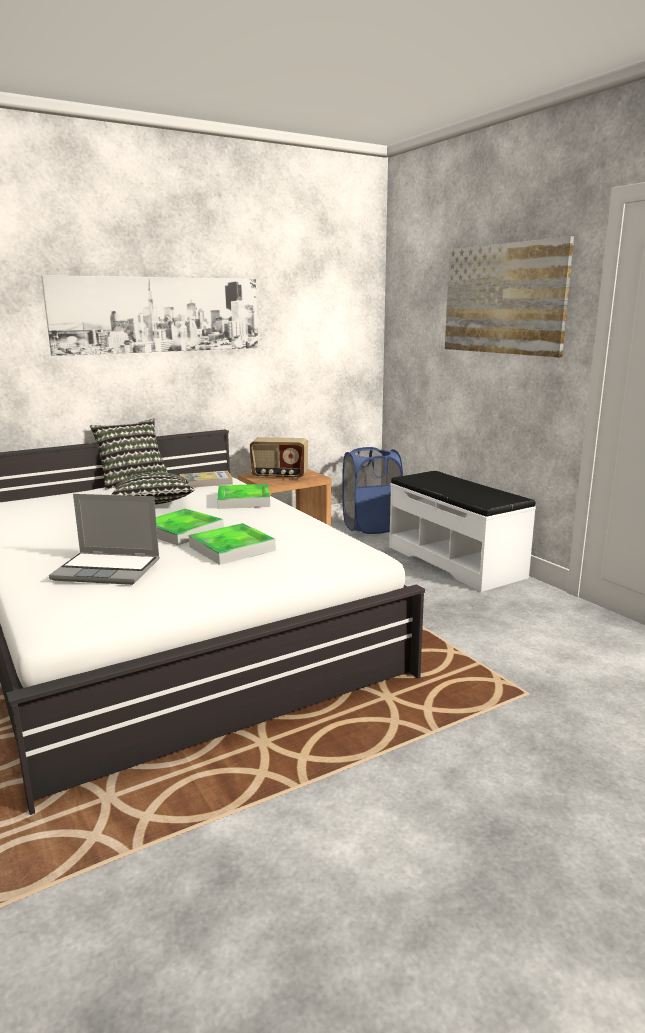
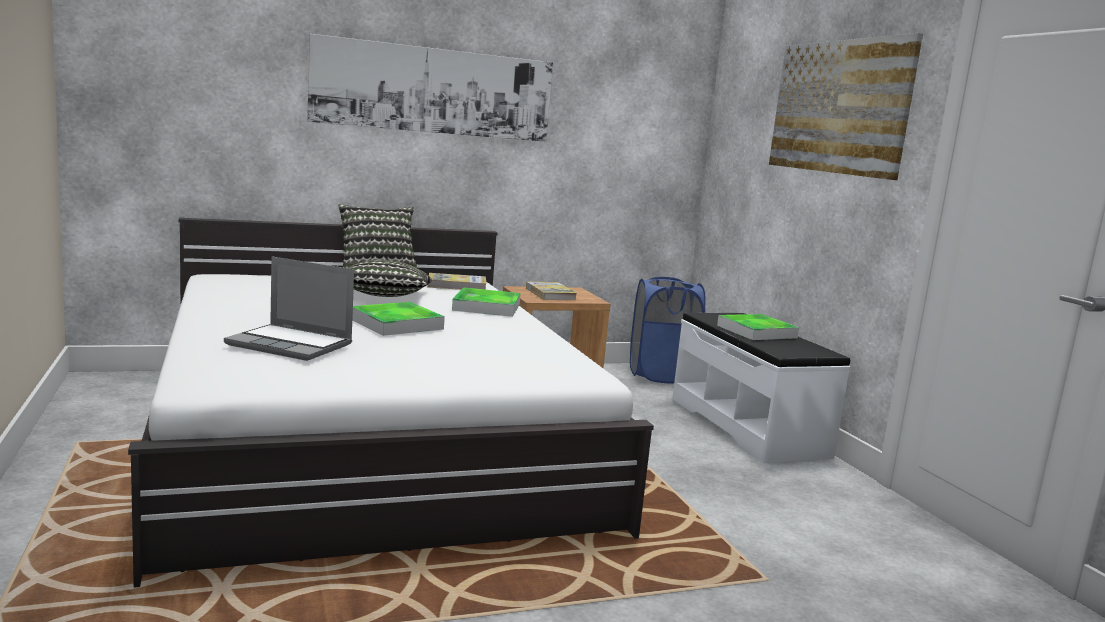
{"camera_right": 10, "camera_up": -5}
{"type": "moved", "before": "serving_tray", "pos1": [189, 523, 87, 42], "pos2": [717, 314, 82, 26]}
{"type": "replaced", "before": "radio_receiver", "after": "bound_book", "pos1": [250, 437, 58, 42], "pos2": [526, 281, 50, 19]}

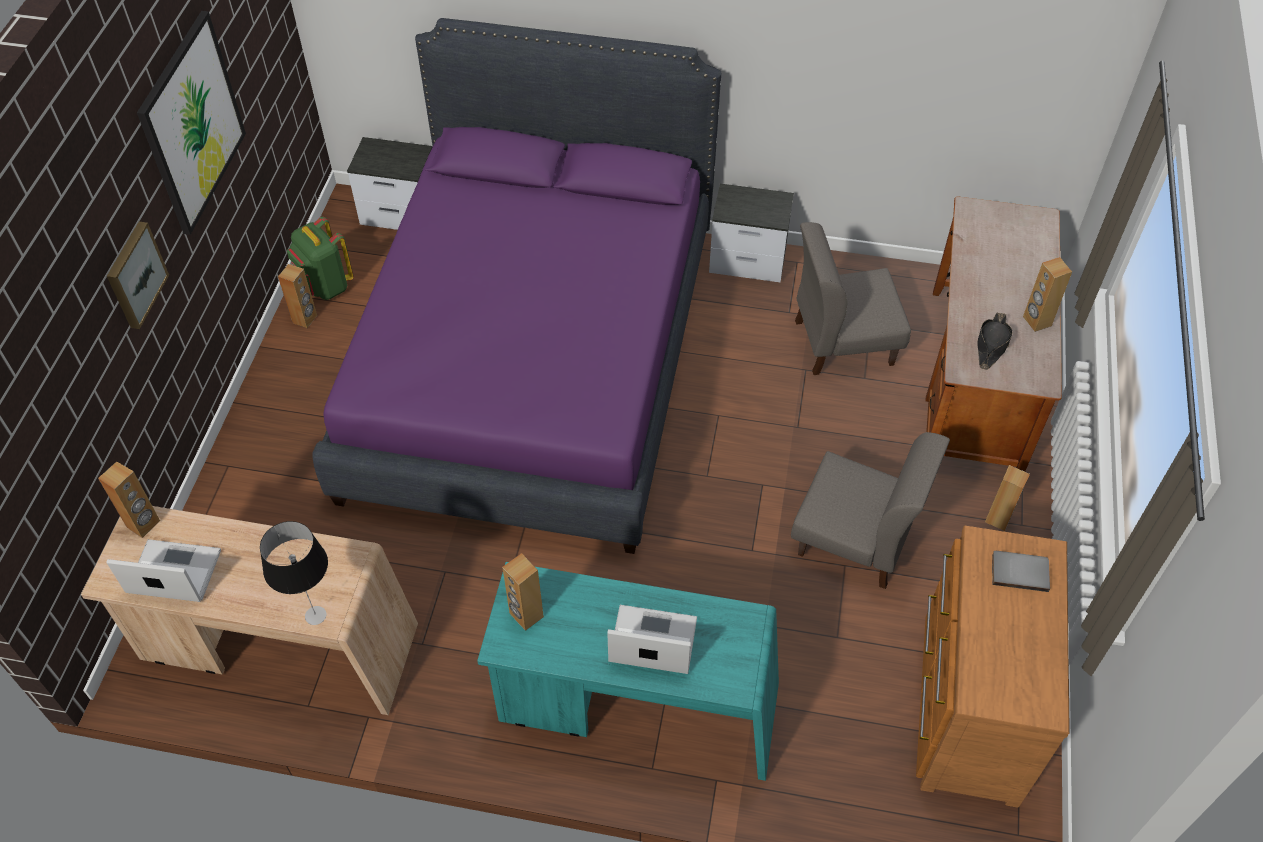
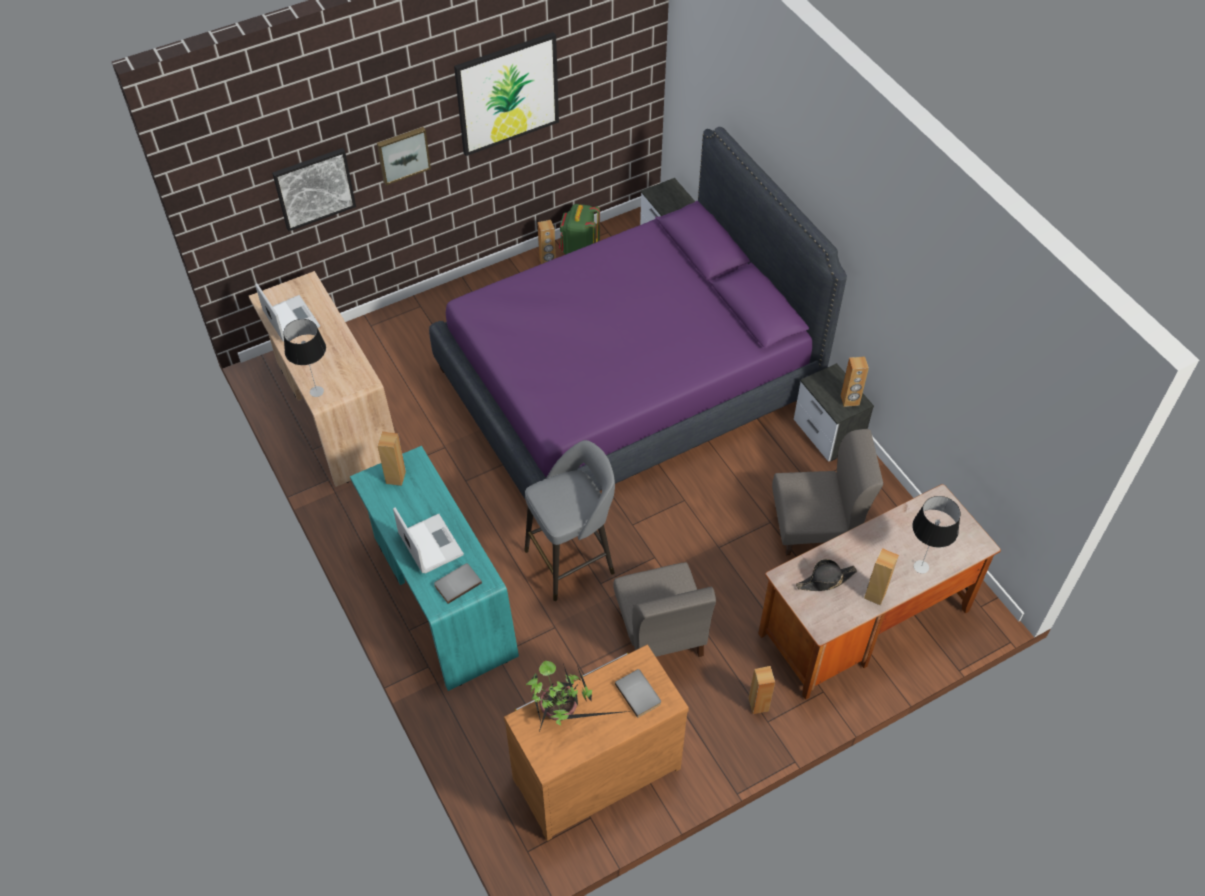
{"camera_right": 50, "camera_up": 0}
{"type": "moved", "before": "brownish_speaker", "pos1": [98, 461, 62, 77], "pos2": [841, 356, 28, 51]}
{"type": "turned", "before": "gray_plain_chair", "pos1": [795, 222, 116, 153], "pos2": [772, 429, 111, 126], "turn": 135}
{"type": "added", "after": "wall_picture", "pos2": [272, 148, 84, 83]}
{"type": "added", "after": "gray_bound_book", "pos2": [434, 563, 48, 41]}
{"type": "added", "after": "gray_stool", "pos2": [524, 440, 91, 161]}
{"type": "added", "after": "plant_in_a_pot", "pos2": [526, 661, 105, 70]}
{"type": "added", "after": "table_lamp", "pos2": [912, 496, 49, 78]}

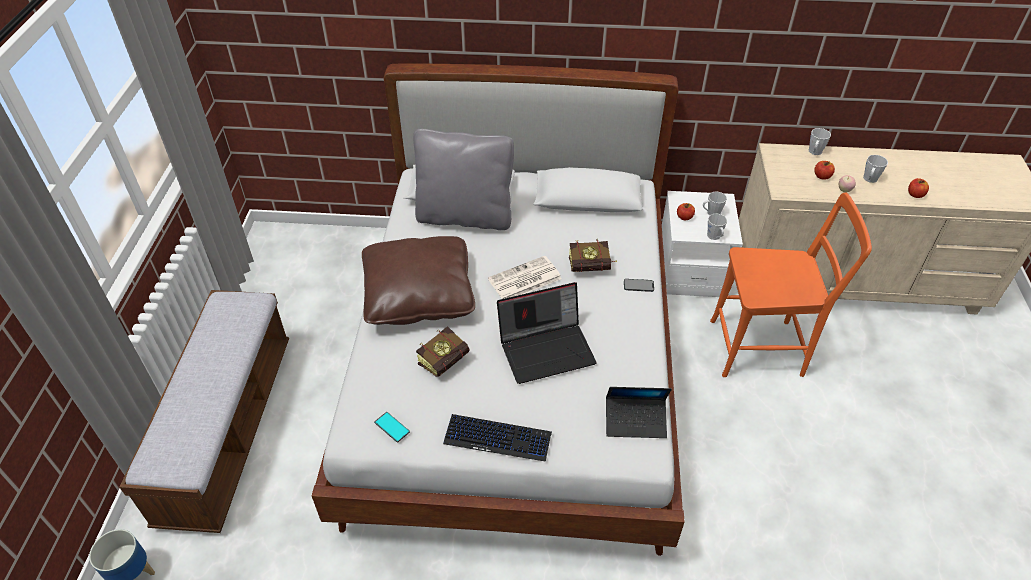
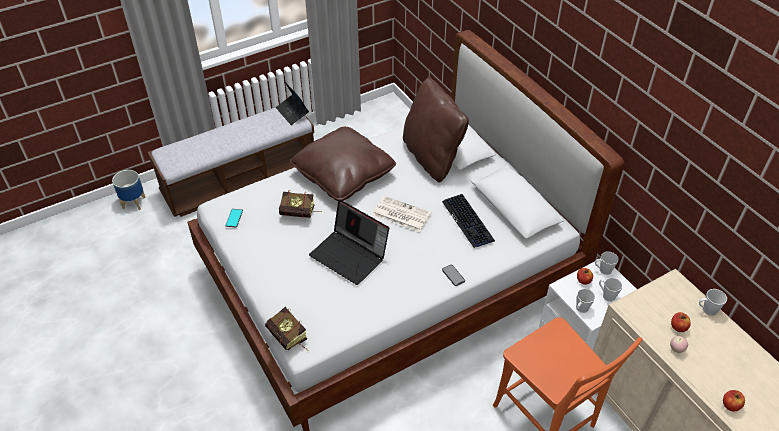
{"camera_right": 55, "camera_up": 0}
{"type": "recoloured", "before": "gray_pillow", "after": "brownish_pillow", "pos1": [413, 129, 101, 101], "pos2": [403, 77, 66, 106]}
{"type": "moved", "before": "keyboard", "pos1": [443, 414, 109, 48], "pos2": [442, 194, 53, 54]}
{"type": "moved", "before": "bound_book", "pos1": [569, 239, 48, 33], "pos2": [265, 307, 44, 44]}
{"type": "moved", "before": "laptop", "pos1": [606, 387, 66, 51], "pos2": [276, 81, 33, 44]}
{"type": "moved", "before": "gray_tea_mug", "pos1": [863, 155, 25, 28], "pos2": [595, 251, 23, 24]}

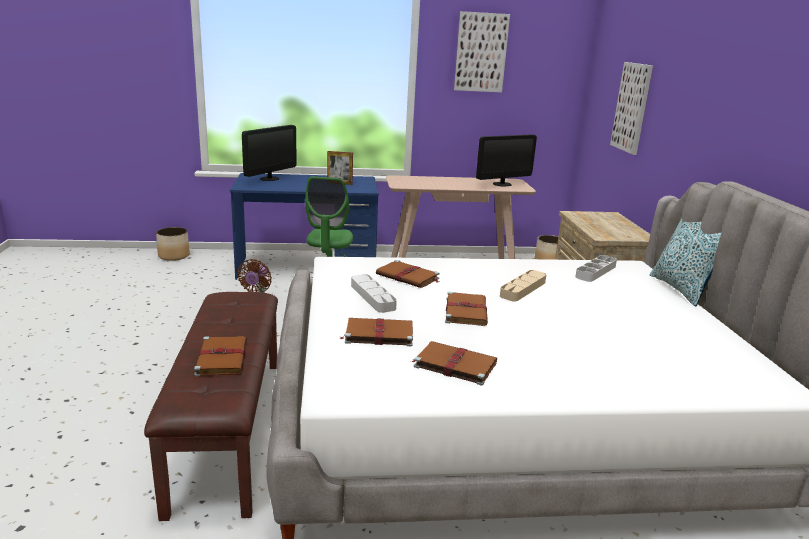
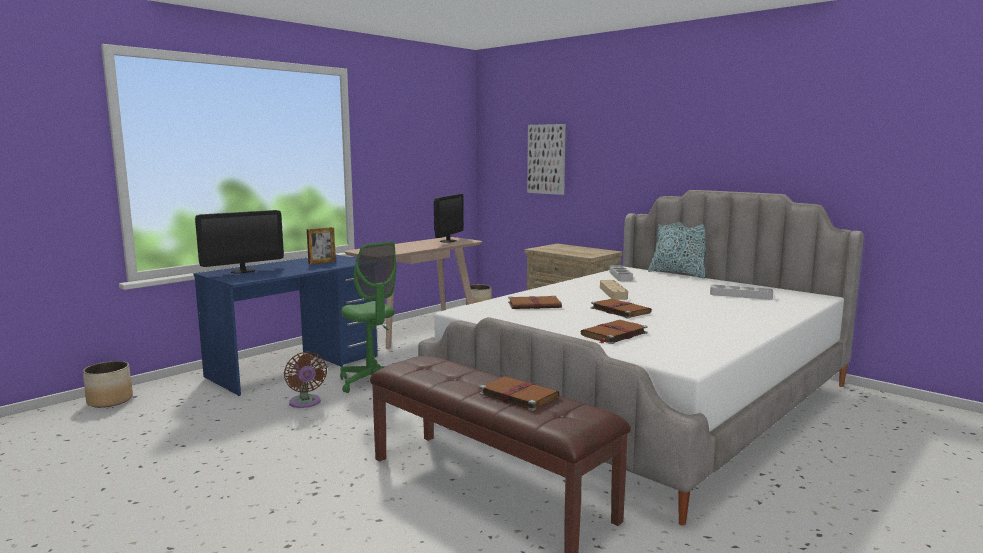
{"camera_right": -40, "camera_up": -10}
{"type": "turned", "before": "computer_screen", "pos1": [242, 125, 55, 56], "pos2": [195, 210, 89, 63], "turn": 60}
{"type": "moved", "before": "gray_serving_tray", "pos1": [351, 274, 46, 39], "pos2": [710, 285, 63, 15]}
{"type": "removed", "before": "brownish_bound_book", "pos1": [411, 341, 86, 45]}
{"type": "removed", "before": "wall_picture", "pos1": [454, 11, 56, 81]}

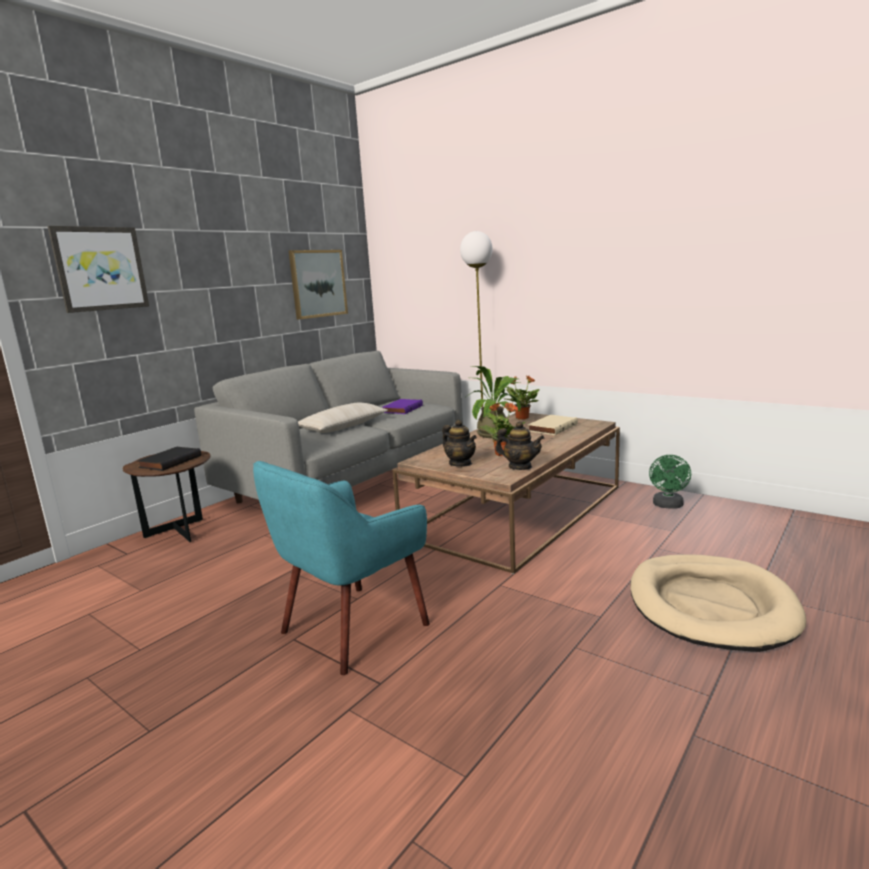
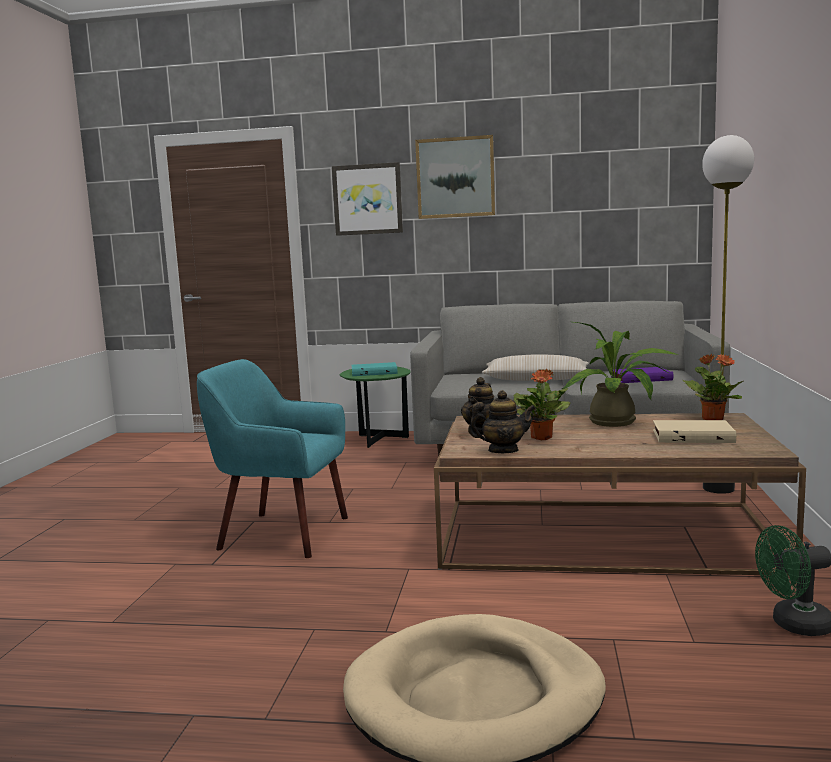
{"camera_right": 60, "camera_up": -5}
{"type": "recoloured", "before": "brownish_end_table", "after": "greenish_end_table", "pos1": [122, 451, 89, 91], "pos2": [340, 367, 71, 81]}
{"type": "recoloured", "before": "black_bound_book", "after": "blue-green_bound_book", "pos1": [138, 447, 63, 24], "pos2": [352, 362, 45, 14]}
{"type": "moved", "before": "wall_picture", "pos1": [289, 250, 59, 69], "pos2": [415, 135, 80, 84]}
{"type": "turned", "before": "tea_pot", "pos1": [495, 421, 49, 49], "pos2": [468, 390, 68, 63], "turn": -90}

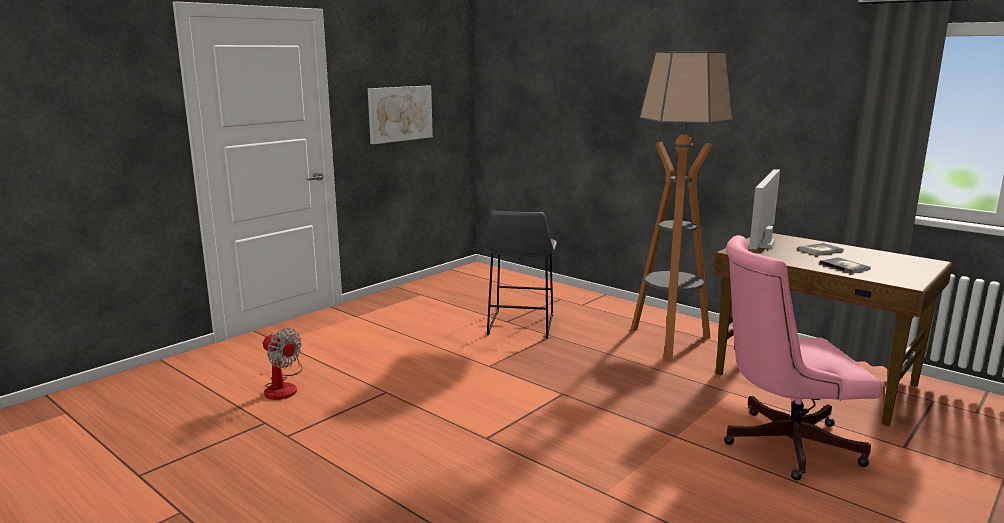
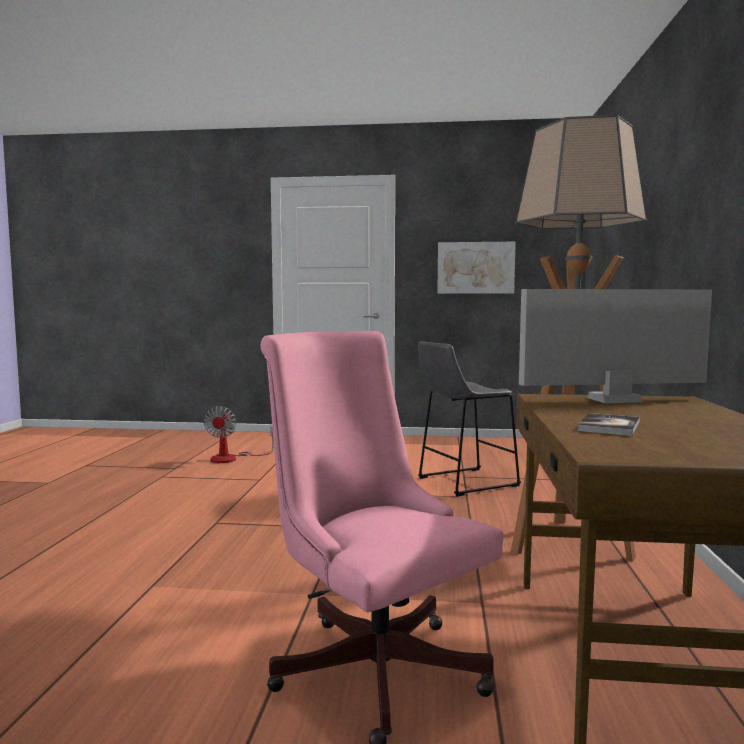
{"camera_right": 55, "camera_up": -10}
{"type": "removed", "before": "bound_book", "pos1": [798, 243, 46, 13]}

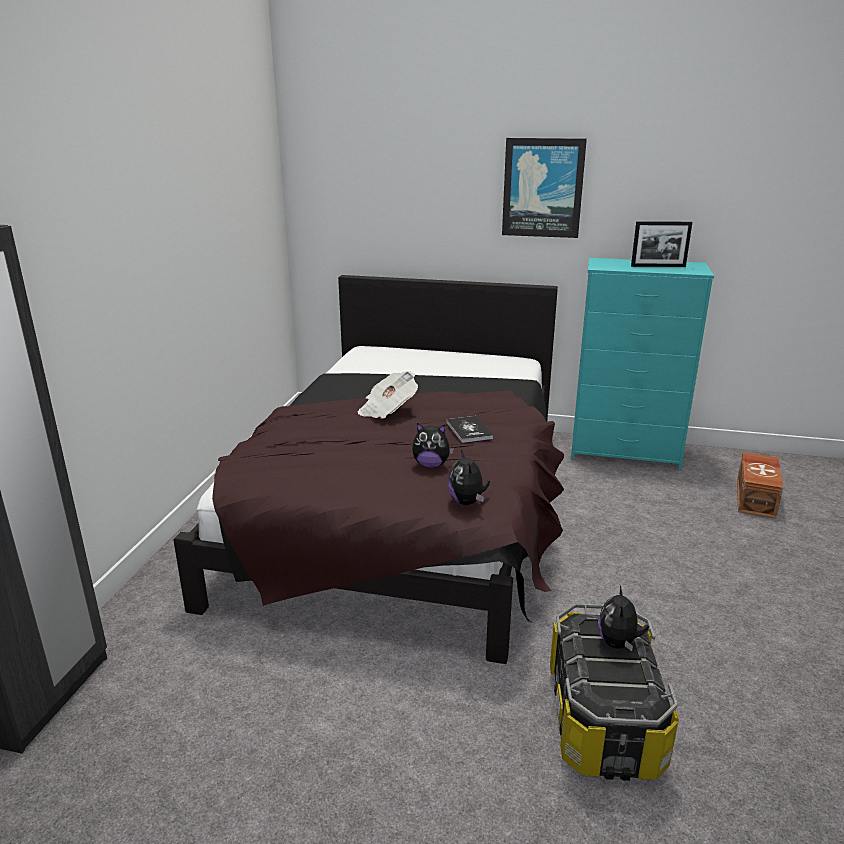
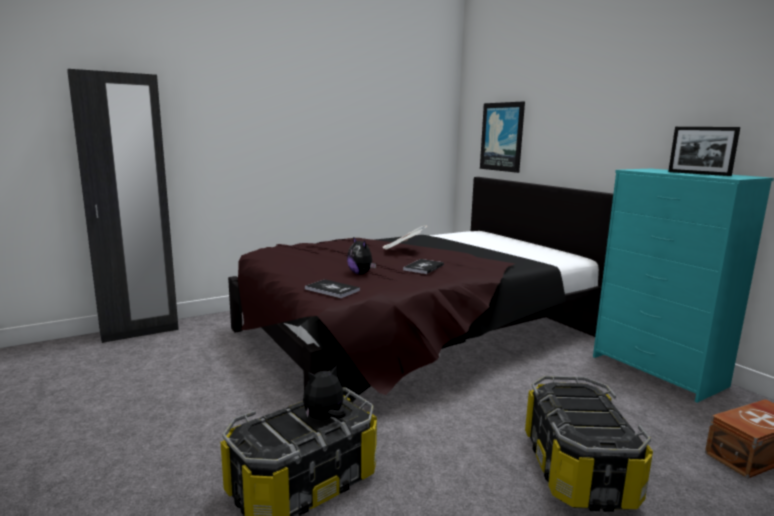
{"camera_right": 45, "camera_up": -10}
{"type": "replaced", "before": "soft_toy", "after": "bound_book", "pos1": [448, 449, 42, 56], "pos2": [305, 279, 55, 19]}
{"type": "moved", "before": "wall_picture", "pos1": [502, 138, 85, 100], "pos2": [480, 101, 45, 72]}
{"type": "added", "after": "storage_bin", "pos2": [525, 376, 128, 136]}

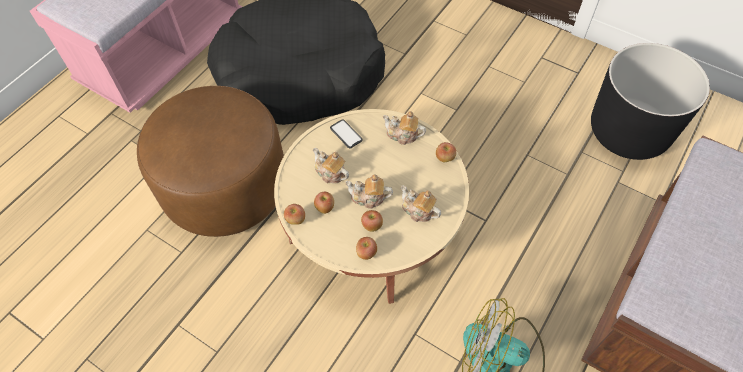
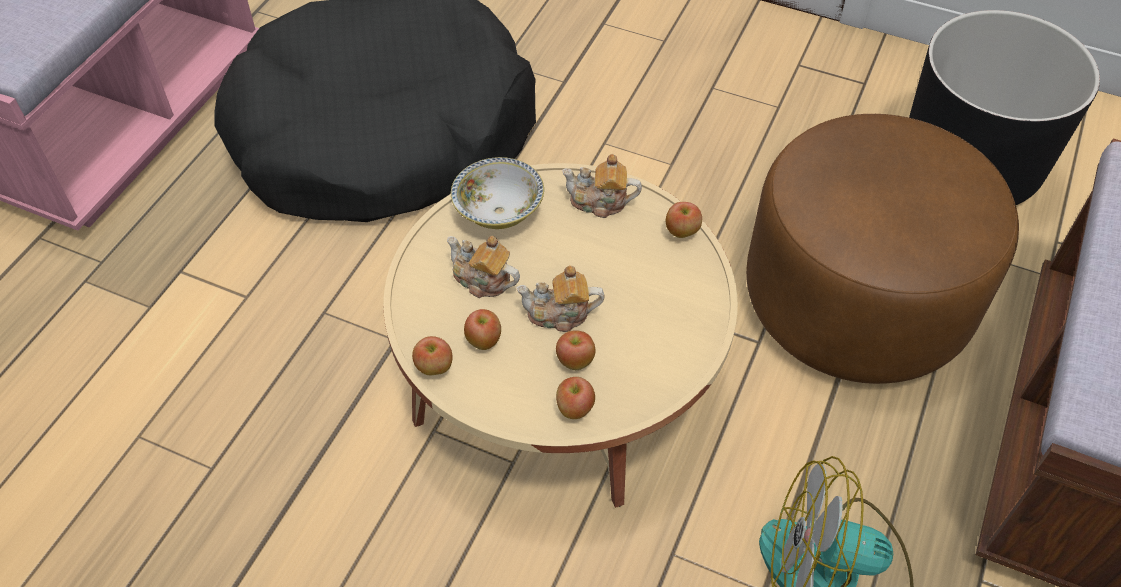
{"camera_right": -10, "camera_up": -5}
{"type": "moved", "before": "brownish_footrest", "pos1": [137, 86, 147, 151], "pos2": [746, 114, 273, 270]}
{"type": "replaced", "before": "telephone", "after": "bowl", "pos1": [330, 119, 33, 29], "pos2": [451, 157, 93, 72]}
{"type": "removed", "before": "tea_pot", "pos1": [401, 186, 40, 36]}

